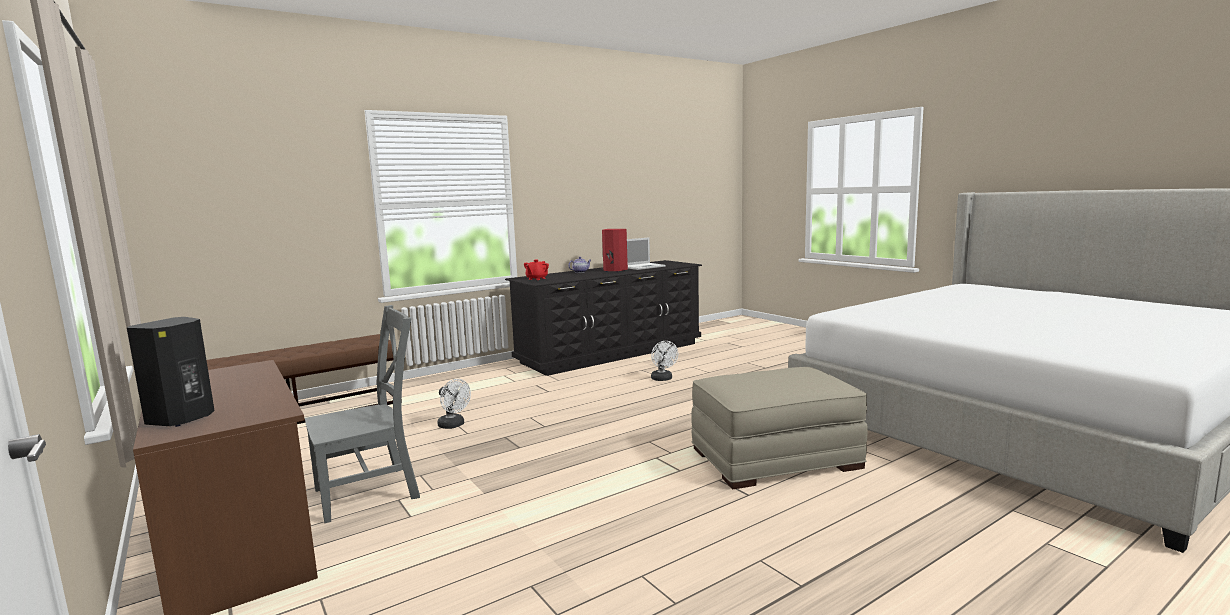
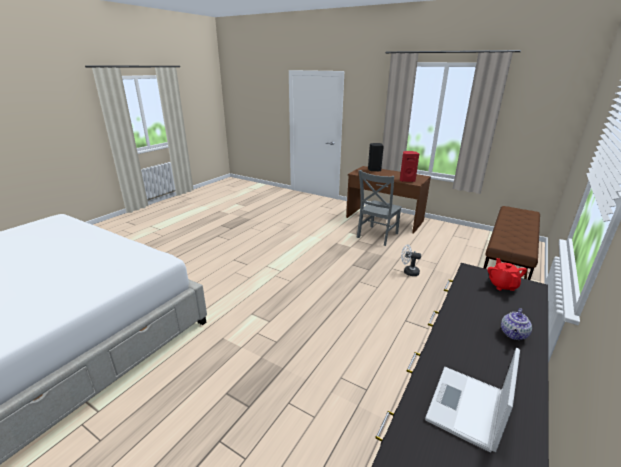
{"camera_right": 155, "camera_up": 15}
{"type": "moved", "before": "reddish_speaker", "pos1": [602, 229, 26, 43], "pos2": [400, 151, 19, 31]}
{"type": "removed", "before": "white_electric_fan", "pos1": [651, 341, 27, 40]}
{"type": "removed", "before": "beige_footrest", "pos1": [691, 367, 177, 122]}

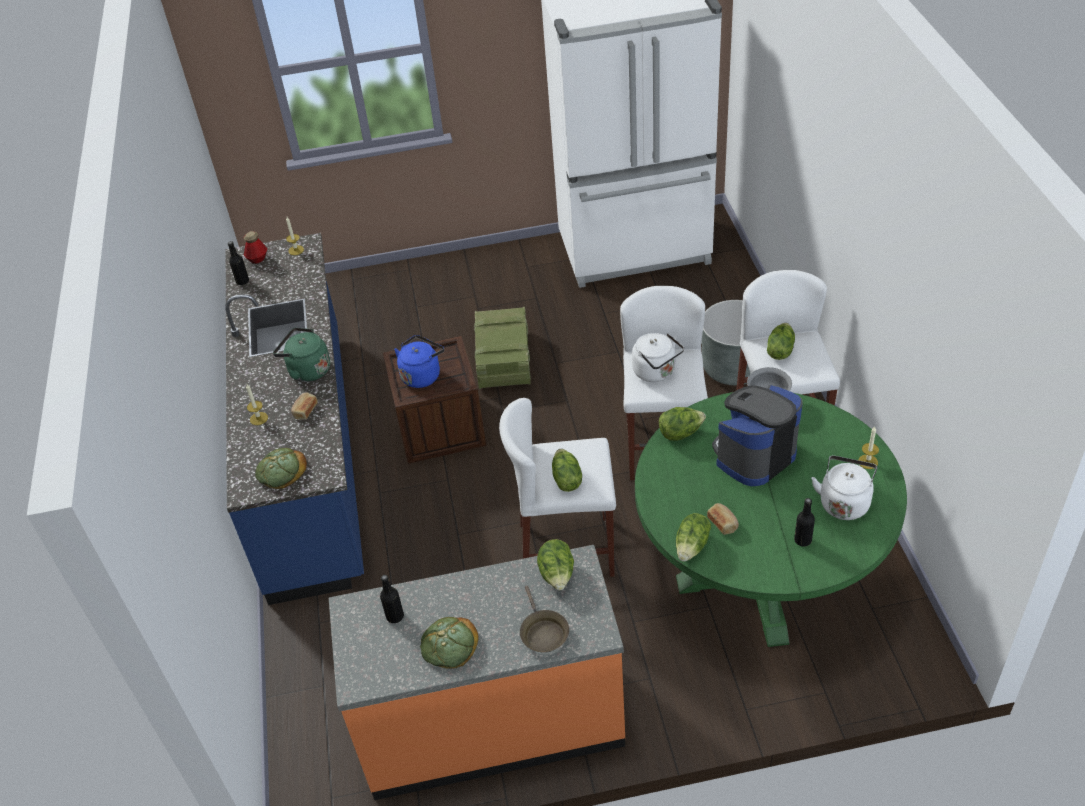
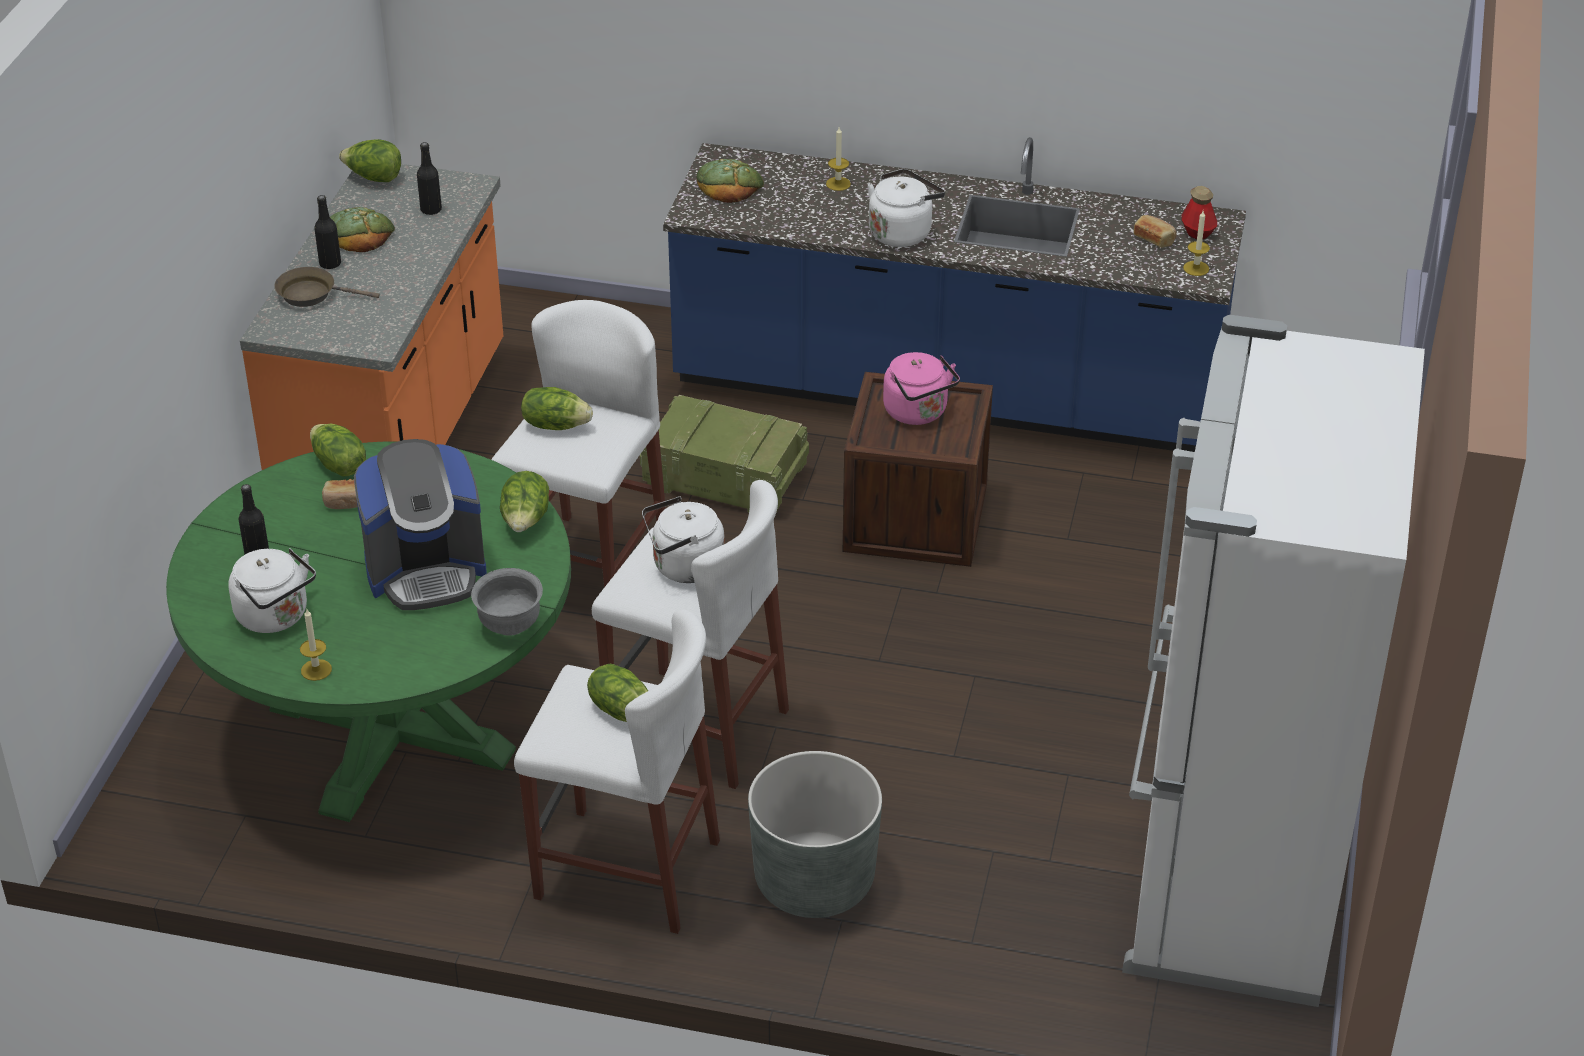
{"camera_right": 110, "camera_up": -5}
{"type": "moved", "before": "black_bottle", "pos1": [228, 241, 21, 44], "pos2": [314, 195, 27, 74]}
{"type": "recoloured", "before": "greenish_water_kettle", "after": "white_water_kettle", "pos1": [273, 328, 57, 54], "pos2": [867, 169, 78, 78]}
{"type": "moved", "before": "bakery_bread", "pos1": [291, 392, 27, 28], "pos2": [1133, 215, 44, 33]}
{"type": "recoloured", "before": "blue-coloured_water_kettle", "after": "pink-coloured_water_kettle", "pos1": [394, 335, 50, 53], "pos2": [883, 352, 77, 73]}
{"type": "moved", "before": "shipping_crate", "pos1": [474, 307, 57, 82], "pos2": [640, 395, 169, 118]}
{"type": "moved", "before": "head_of_lettuce", "pos1": [537, 539, 37, 51], "pos2": [339, 139, 62, 43]}
{"type": "turned", "before": "coffee_brewer", "pos1": [712, 385, 90, 101], "pos2": [354, 439, 133, 171], "turn": 90}

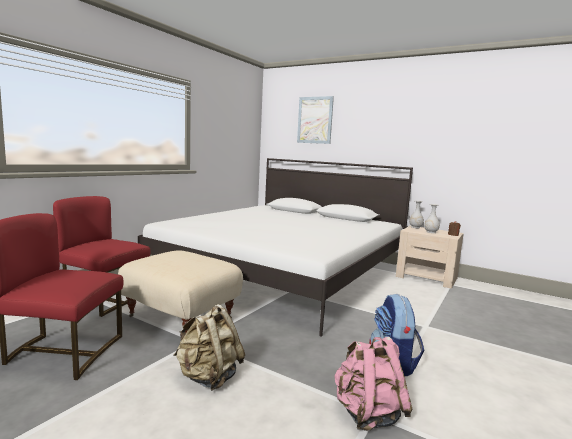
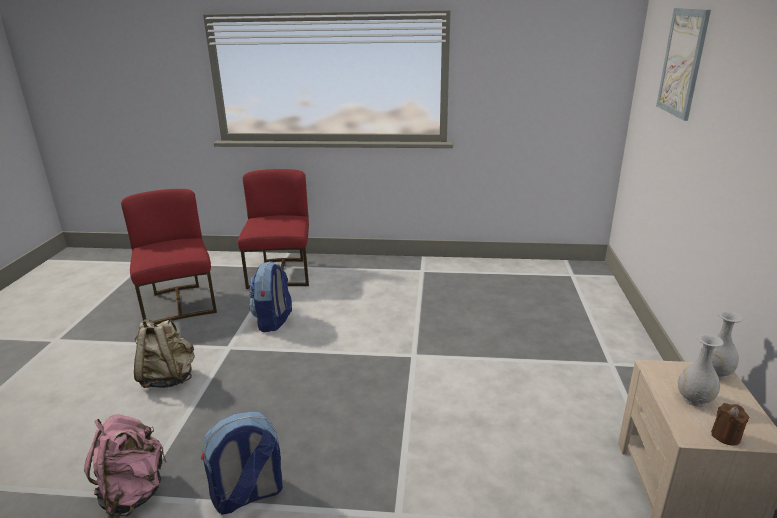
{"camera_right": 65, "camera_up": 15}
{"type": "replaced", "before": "beige_footrest", "after": "rucksack", "pos1": [118, 251, 125, 82], "pos2": [249, 261, 43, 71]}
{"type": "removed", "before": "white_sleeping_bed", "pos1": [138, 158, 275, 179]}

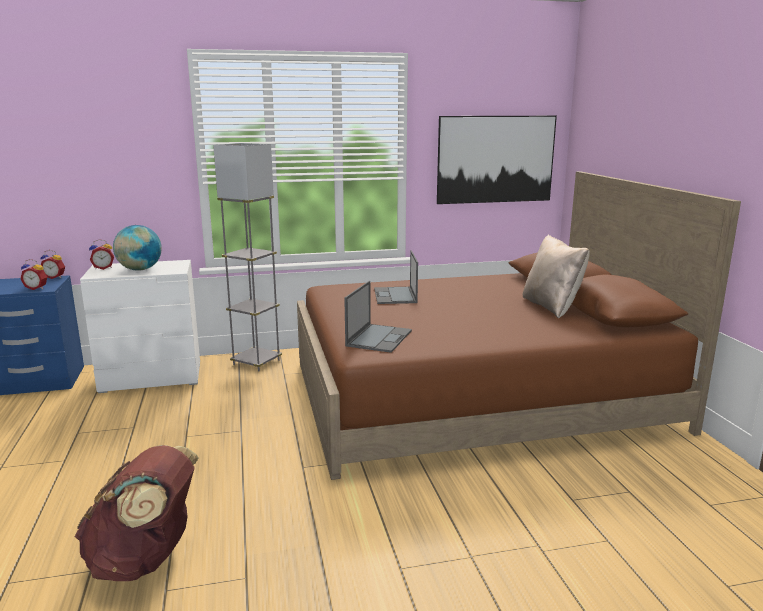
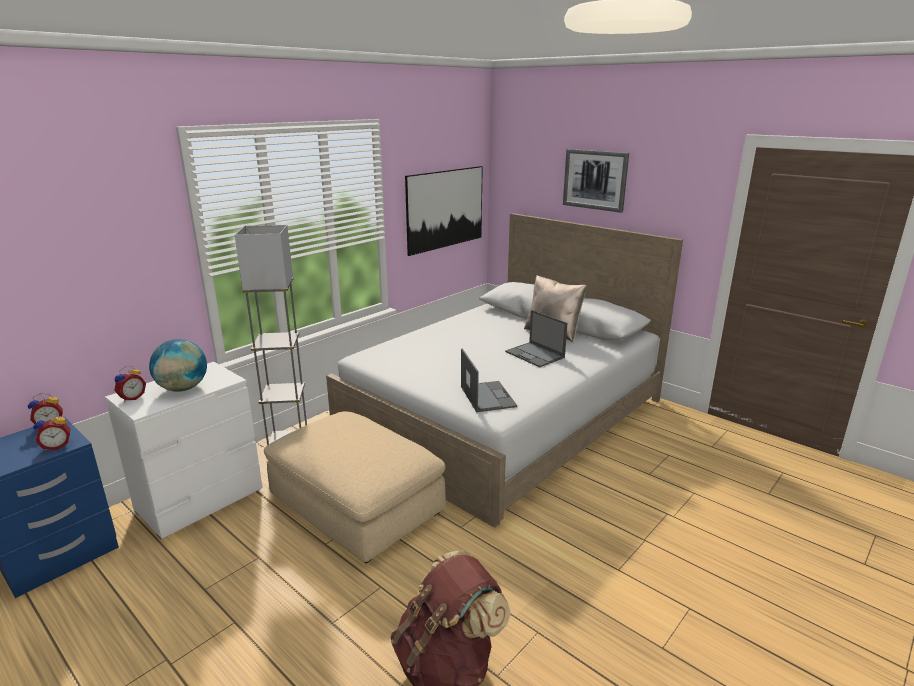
{"camera_right": -35, "camera_up": 5}
{"type": "recoloured", "before": "brownish_sleeping_bed", "after": "white_sleeping_bed", "pos1": [297, 172, 444, 308], "pos2": [326, 213, 357, 315]}
{"type": "moved", "before": "laptop", "pos1": [374, 250, 44, 54], "pos2": [505, 310, 62, 57]}
{"type": "added", "after": "beige_footrest", "pos2": [264, 411, 182, 152]}
{"type": "added", "after": "wall_picture", "pos2": [563, 149, 66, 64]}

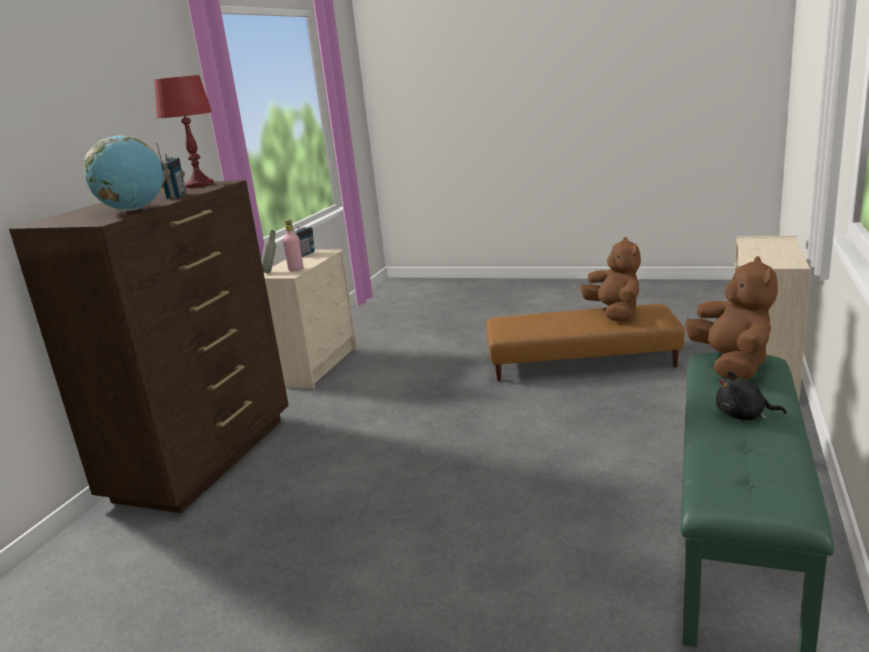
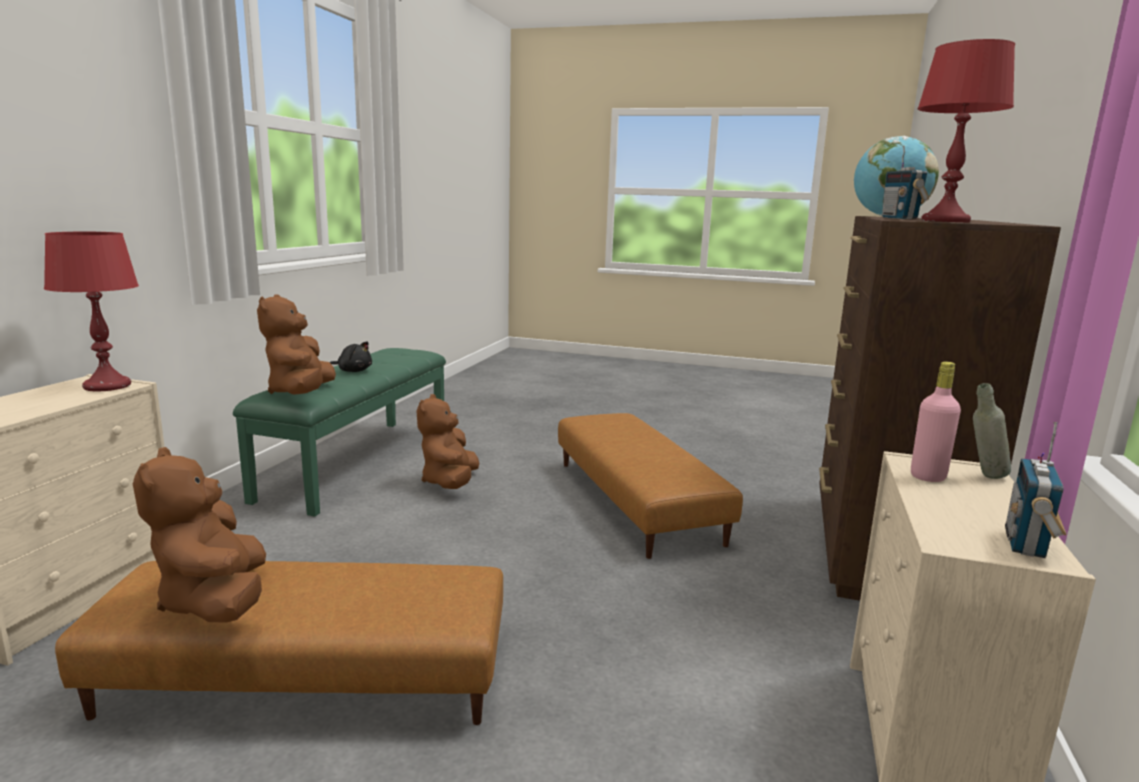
{"camera_right": 175, "camera_up": -5}
{"type": "added", "after": "reddish_table_lamp", "pos2": [44, 232, 95, 159]}
{"type": "added", "after": "brownish_soft_toy", "pos2": [416, 394, 64, 95]}
{"type": "added", "after": "brownish_footrest", "pos2": [558, 413, 185, 146]}

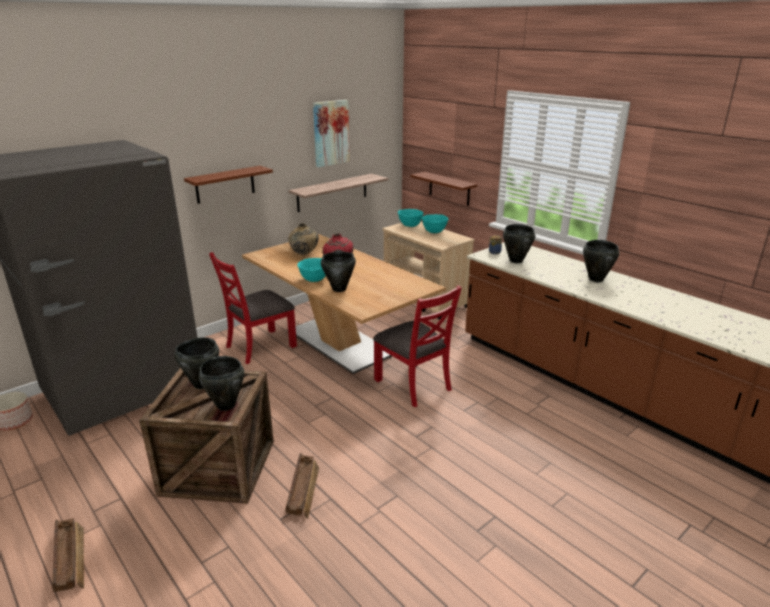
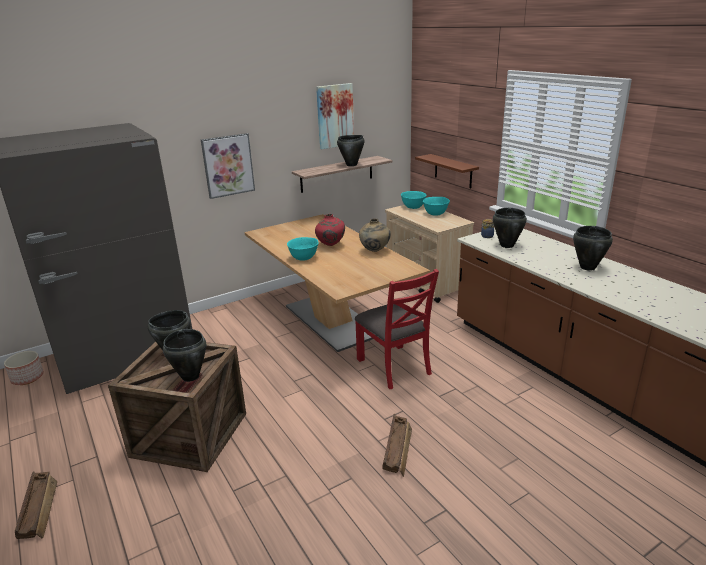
{"camera_right": 10, "camera_up": 0}
{"type": "replaced", "before": "brownish_wall_shelf", "after": "wall_picture", "pos1": [184, 166, 89, 38], "pos2": [201, 133, 54, 66]}
{"type": "removed", "before": "reddish_plain_chair", "pos1": [209, 252, 88, 112]}
{"type": "moved", "before": "shipping_crate", "pos1": [285, 453, 34, 66], "pos2": [382, 414, 30, 63]}
{"type": "moved", "before": "beige_vase", "pos1": [288, 223, 31, 32], "pos2": [359, 218, 32, 34]}
{"type": "moved", "before": "black_saucepot", "pos1": [321, 252, 35, 40], "pos2": [337, 135, 28, 31]}

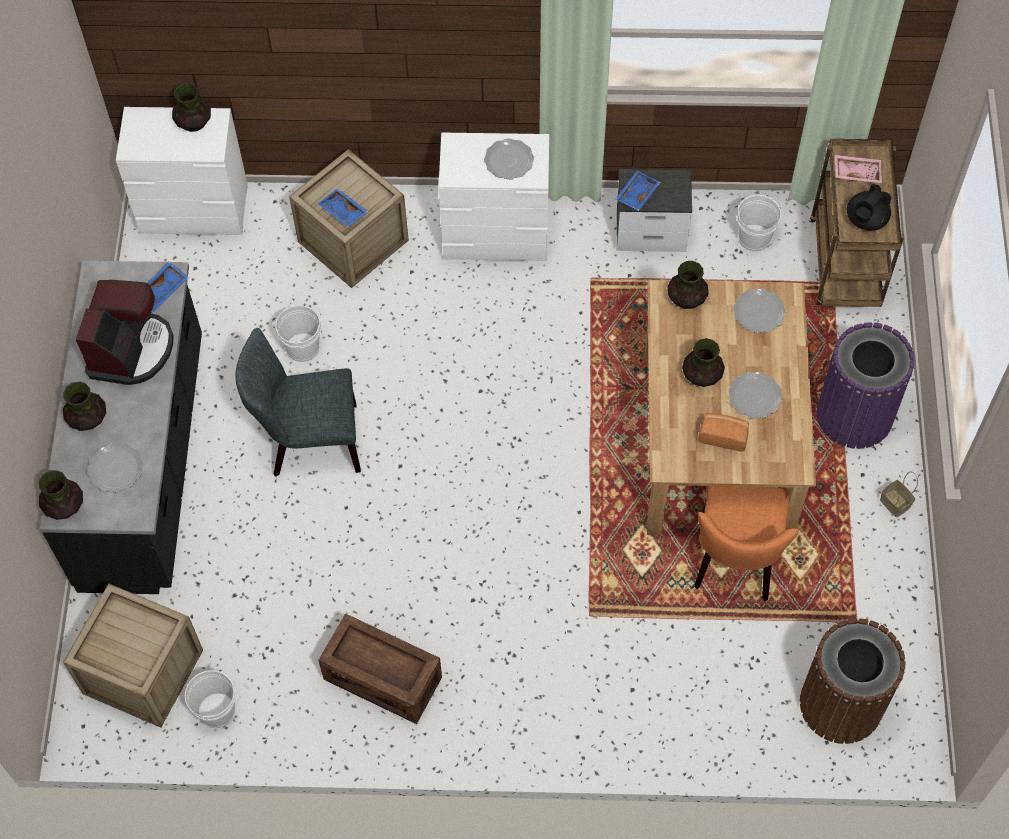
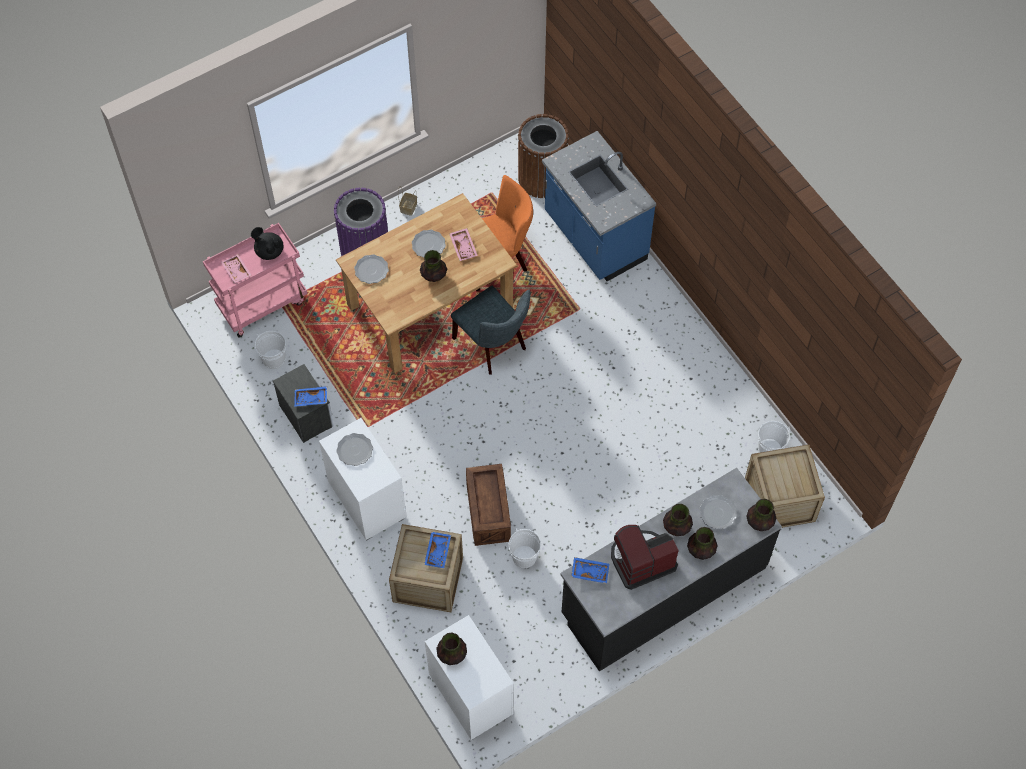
{"camera_right": -125, "camera_up": 0}
{"type": "moved", "before": "gray_plain_chair", "pos1": [235, 328, 126, 148], "pos2": [451, 286, 79, 89]}
{"type": "moved", "before": "shipping_crate", "pos1": [318, 613, 124, 111], "pos2": [466, 464, 45, 82]}
{"type": "moved", "before": "vase", "pos1": [668, 261, 40, 48], "pos2": [663, 504, 30, 32]}
{"type": "replaced", "before": "bakery_bread", "after": "pink-coloured_serving_tray", "pos1": [698, 413, 51, 39], "pos2": [449, 228, 29, 33]}
{"type": "recoloured", "before": "brownish_cart", "after": "pink-coloured_cart", "pos1": [810, 139, 94, 168], "pos2": [203, 223, 104, 114]}
{"type": "turned", "before": "black_tea_pot", "pos1": [847, 184, 44, 47], "pos2": [251, 227, 32, 33], "turn": -150}
{"type": "added", "after": "blue-coloured_counter", "pos2": [542, 131, 114, 150]}

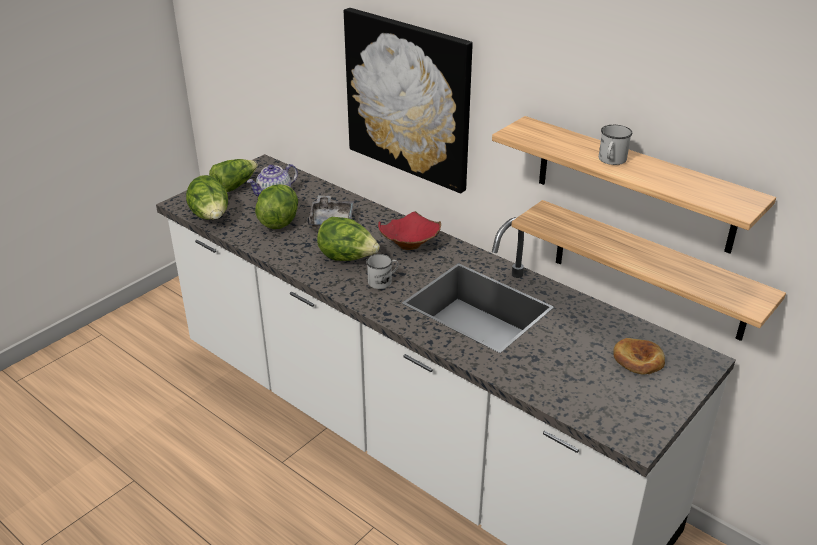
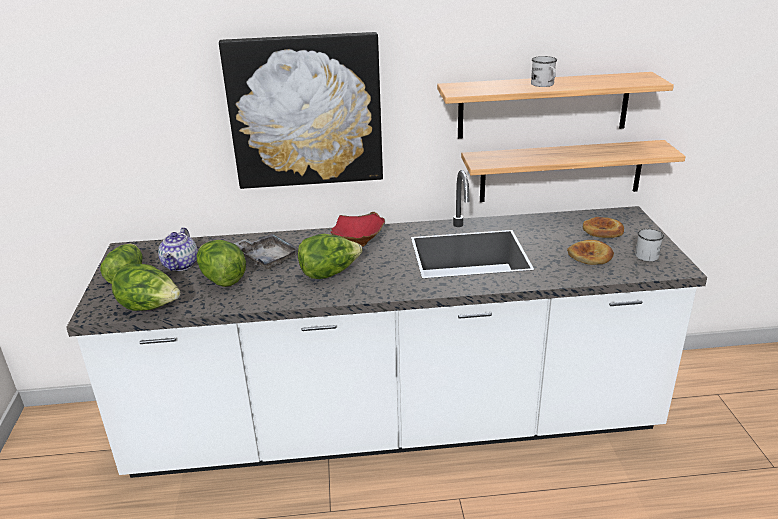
{"camera_right": -45, "camera_up": -5}
{"type": "moved", "before": "white_tea_mug", "pos1": [366, 254, 33, 35], "pos2": [635, 229, 29, 32]}
{"type": "added", "after": "bakery_bread", "pos2": [567, 240, 47, 25]}

